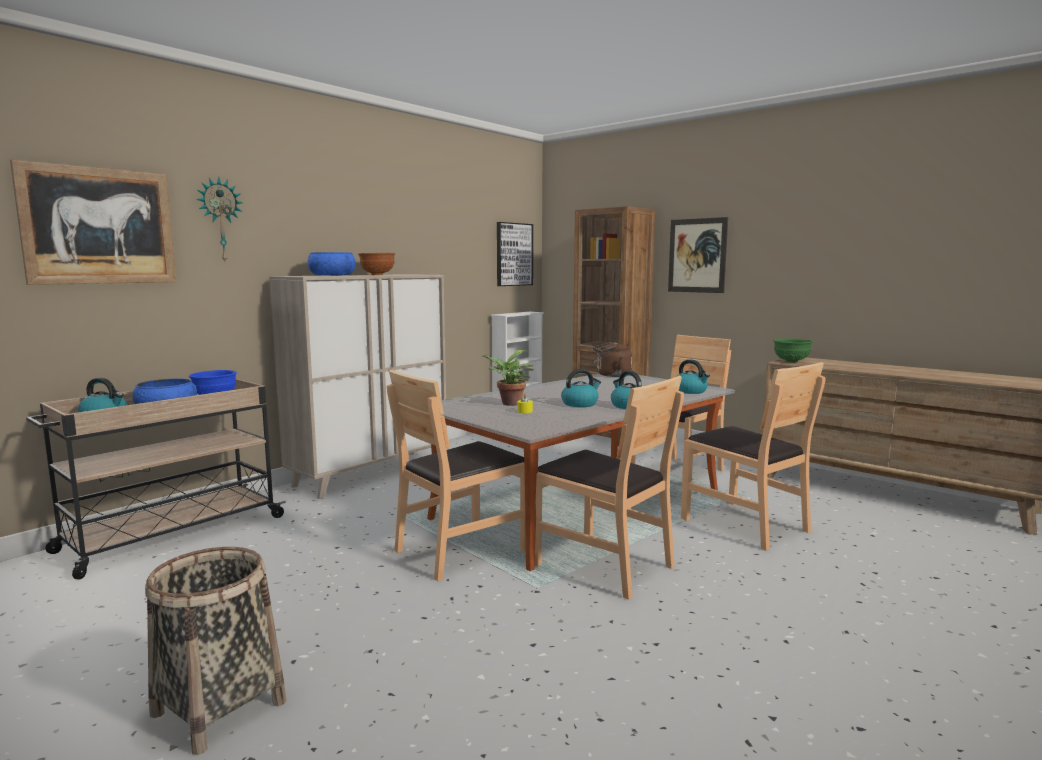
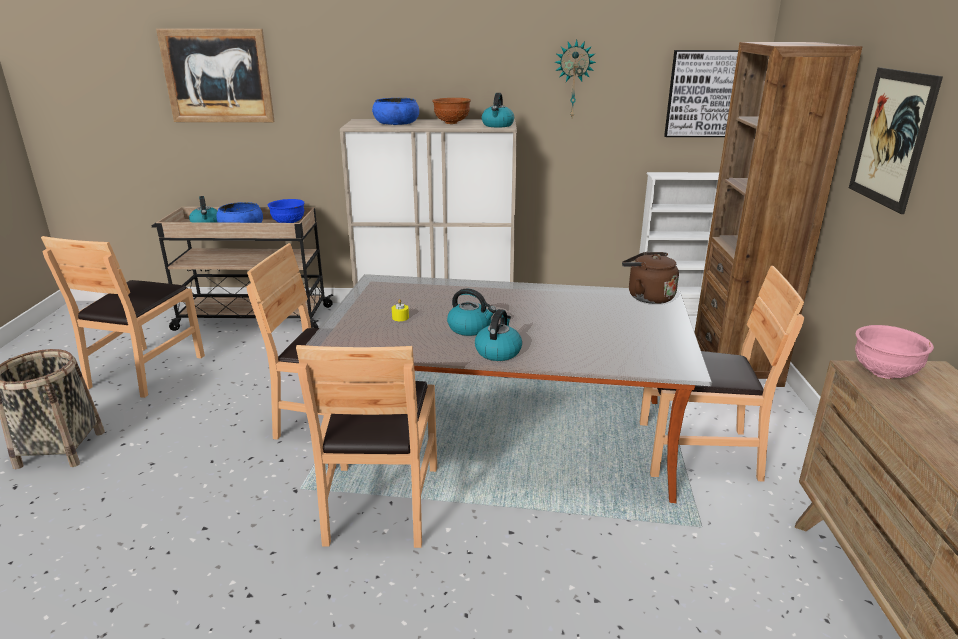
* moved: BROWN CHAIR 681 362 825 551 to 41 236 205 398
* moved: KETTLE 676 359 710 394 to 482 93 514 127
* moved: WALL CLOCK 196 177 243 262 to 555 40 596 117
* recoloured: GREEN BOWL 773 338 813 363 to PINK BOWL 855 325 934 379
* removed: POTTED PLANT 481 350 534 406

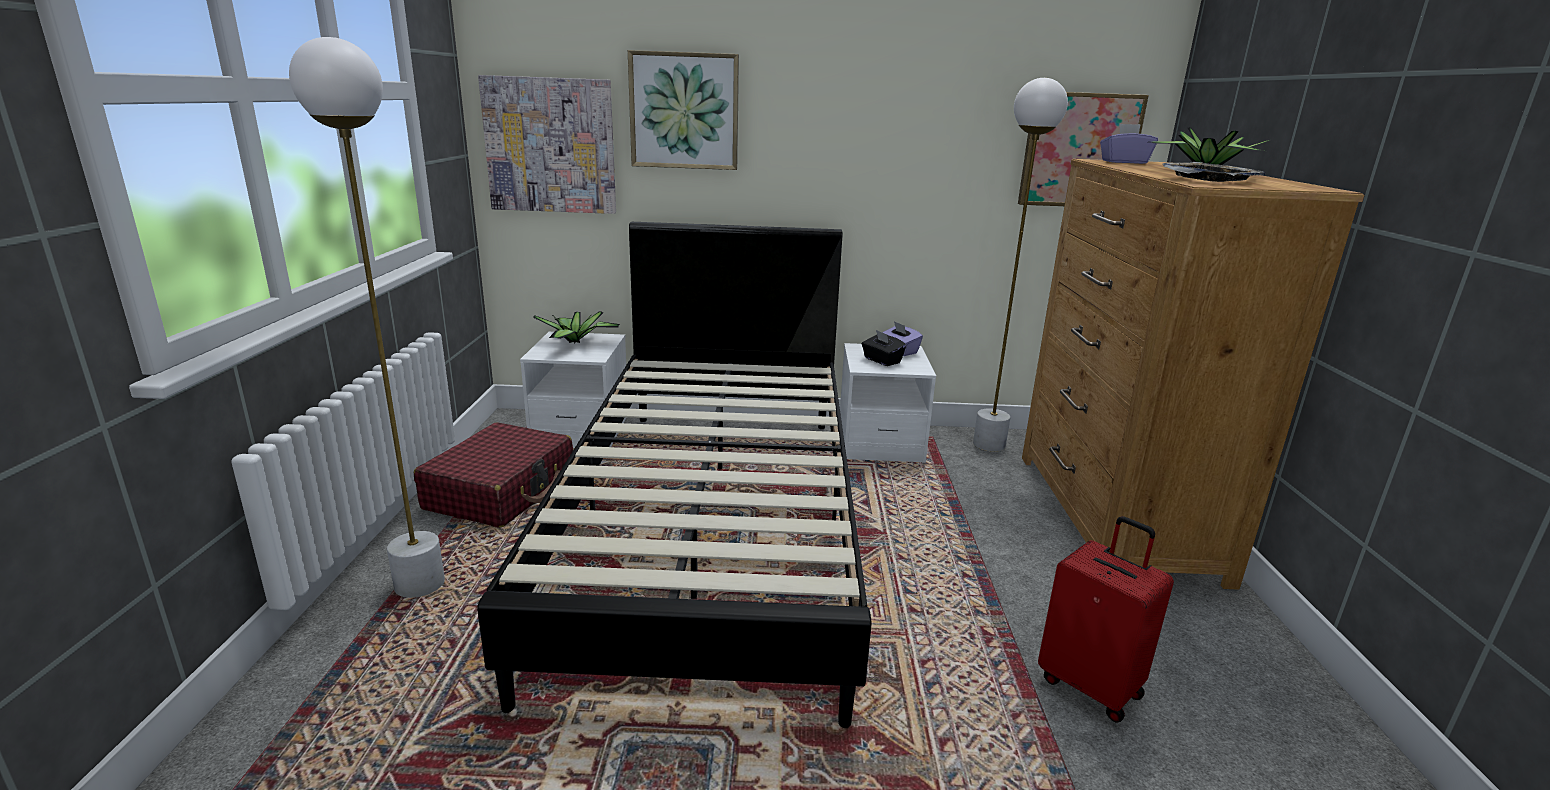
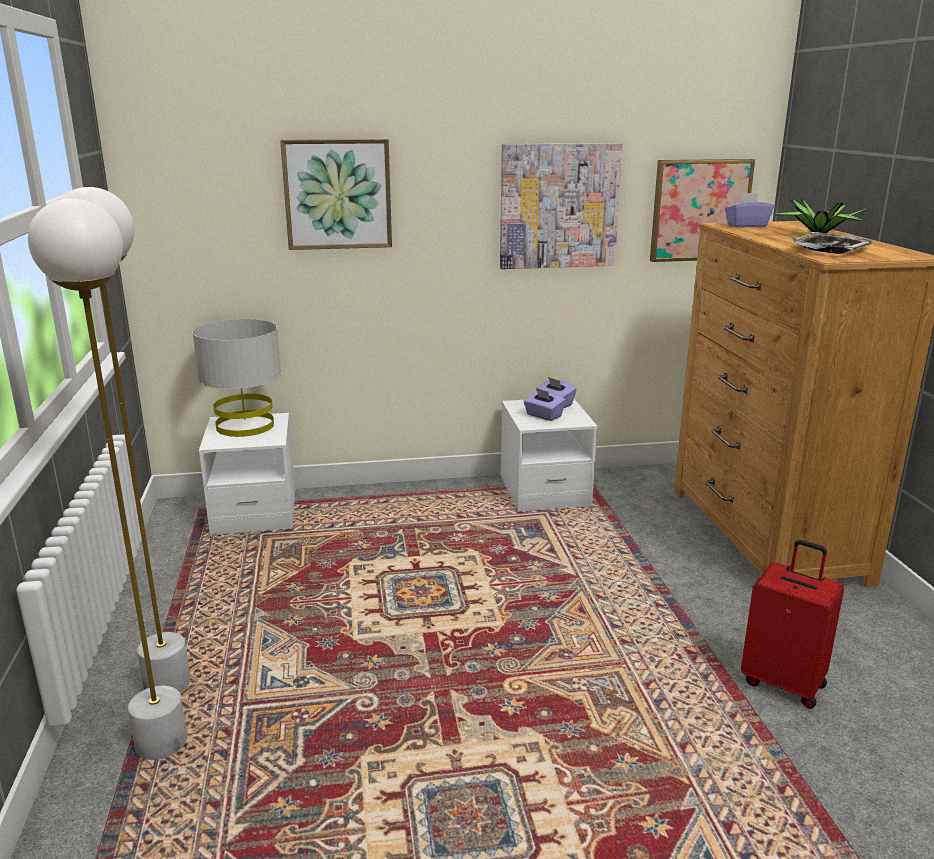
* moved: WHITE FLOOR LAMP 973 78 1068 452 to 28 198 187 760
* replaced: POTTED PLANT 533 311 620 343 to GREY TABLE LAMP 192 319 281 437
* moved: PICTURE 478 75 616 214 to 500 143 623 269
* recoloured: BLACK TISSUE BOX 862 330 906 366 to PURPLE TISSUE BOX 524 388 566 421
* removed: RED SUITCASE 414 422 573 528
* removed: BLACK BED 477 222 871 728

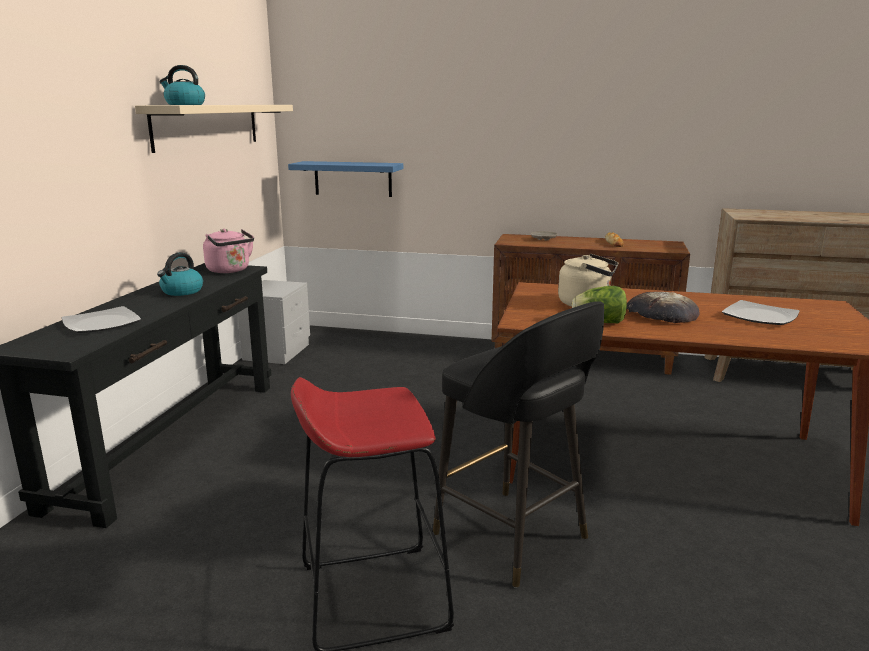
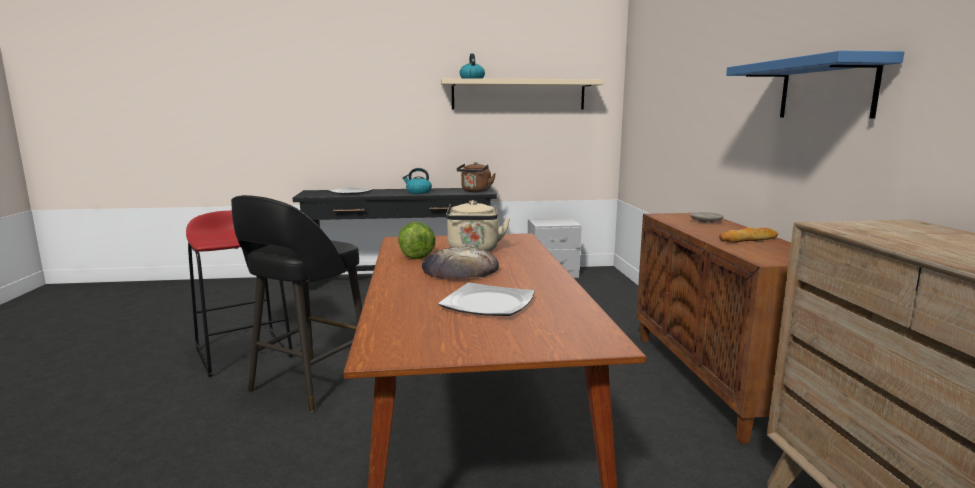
* recoloured: PINK KETTLE 203 229 254 273 to BROWN KETTLE 457 162 496 192
* moved: BLUE SHELF 288 161 403 197 to 726 51 904 119

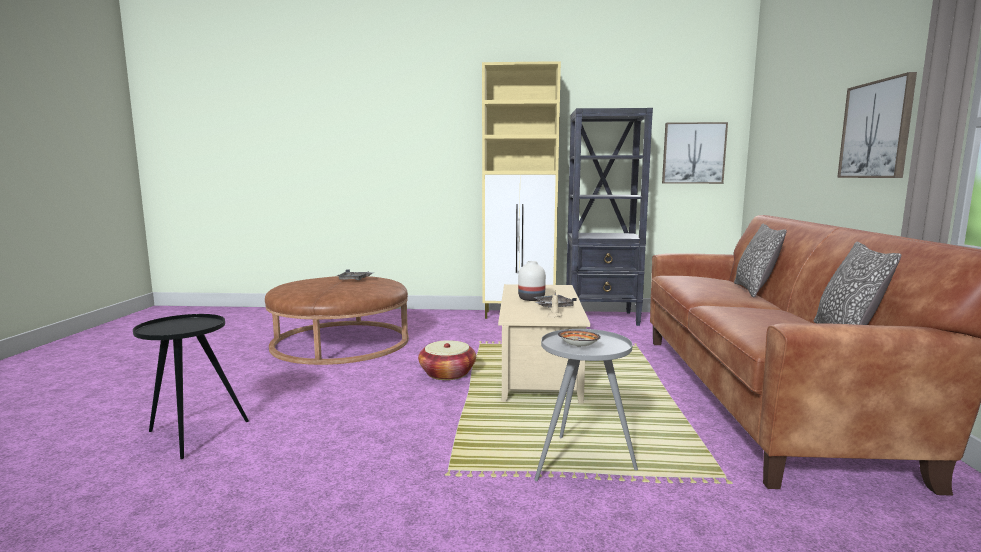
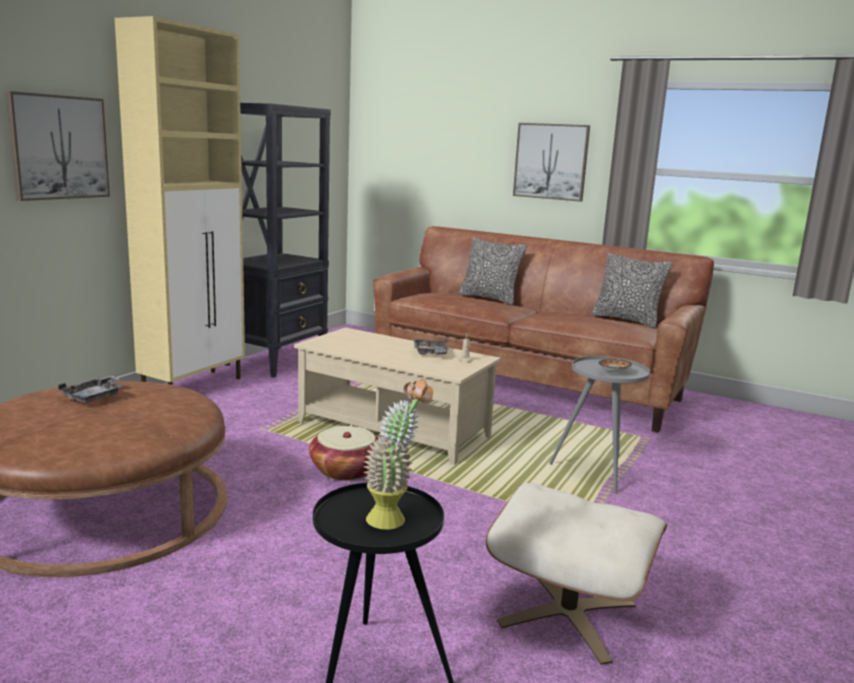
* moved: PICTURE 662 122 728 184 to 5 91 110 201
* added: POTTED PLANT 363 379 433 529
* added: BEIGE OTTOMAN 486 483 667 665
* removed: WHITE VASE 518 261 546 301

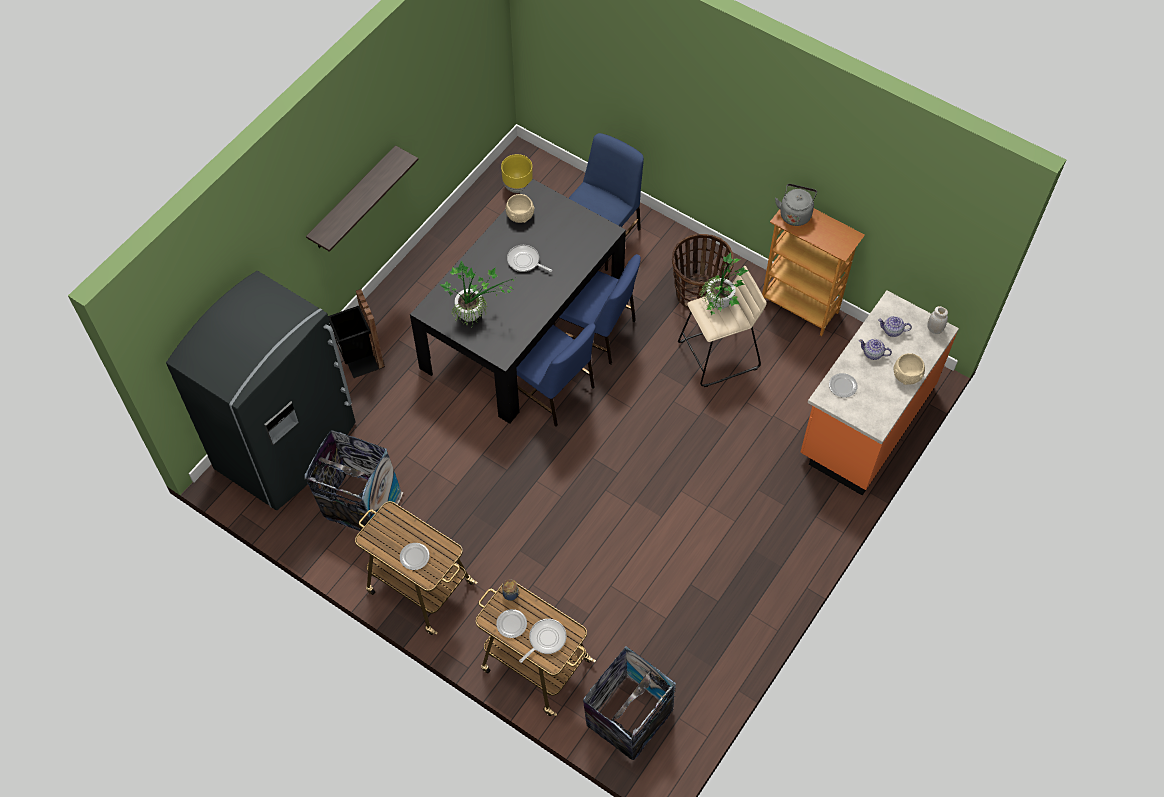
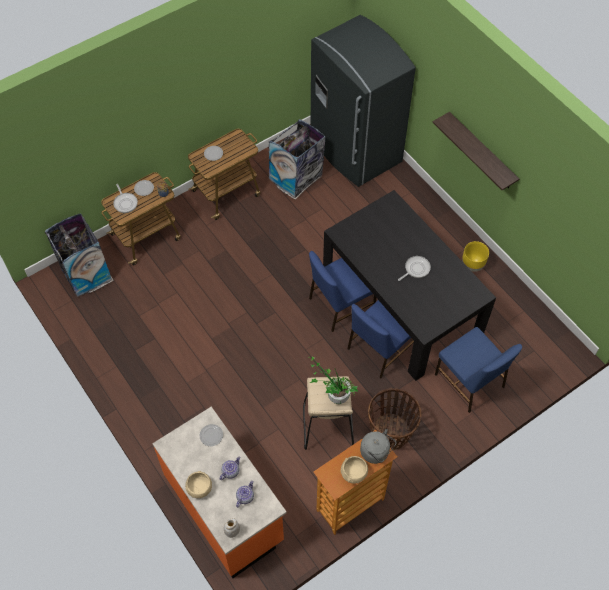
* moved: BEIGE BOWL 506 194 534 223 to 341 456 368 483
* moved: YELLOW PLANTER 501 154 533 193 to 462 241 489 272
* removed: BLACK TRASH CAN 328 289 385 378
* removed: POTTED PLANT 440 260 517 328

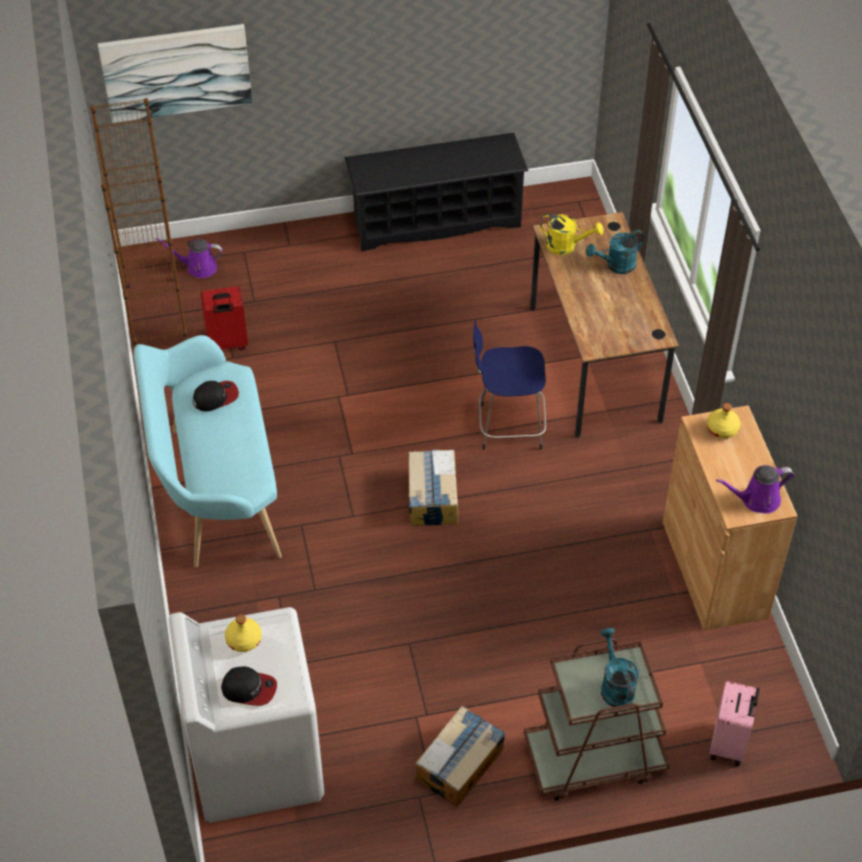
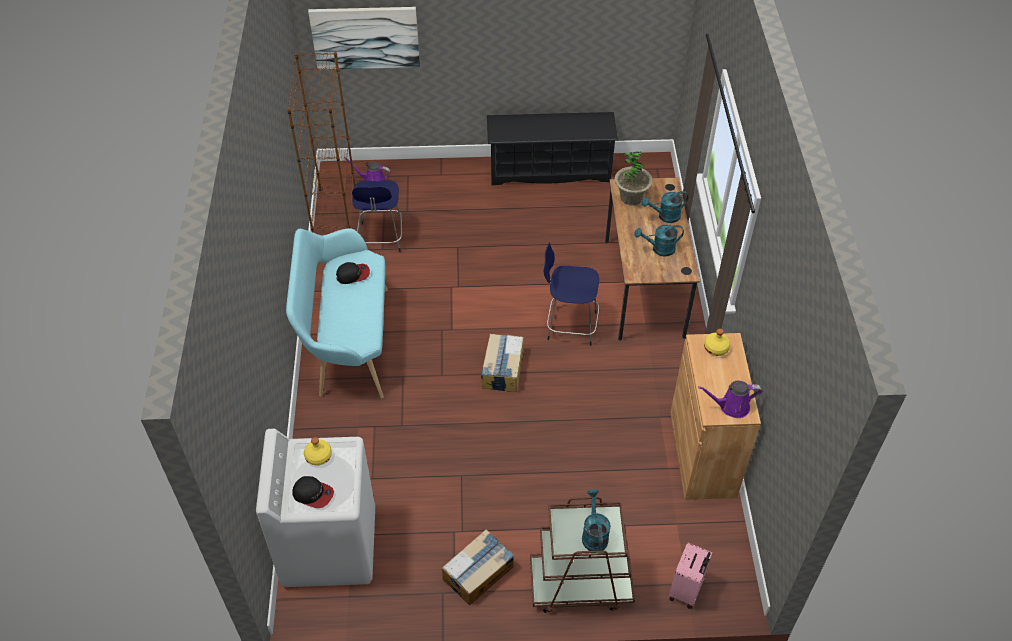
* replaced: RED SUITCASE 201 286 248 350 to BLUE STOOL 352 180 402 252
* replaced: YELLOW WATERING CAN 540 214 603 255 to POTTED PLANT 614 151 653 205
* added: TURQUOISE WATERING CAN 635 225 684 257

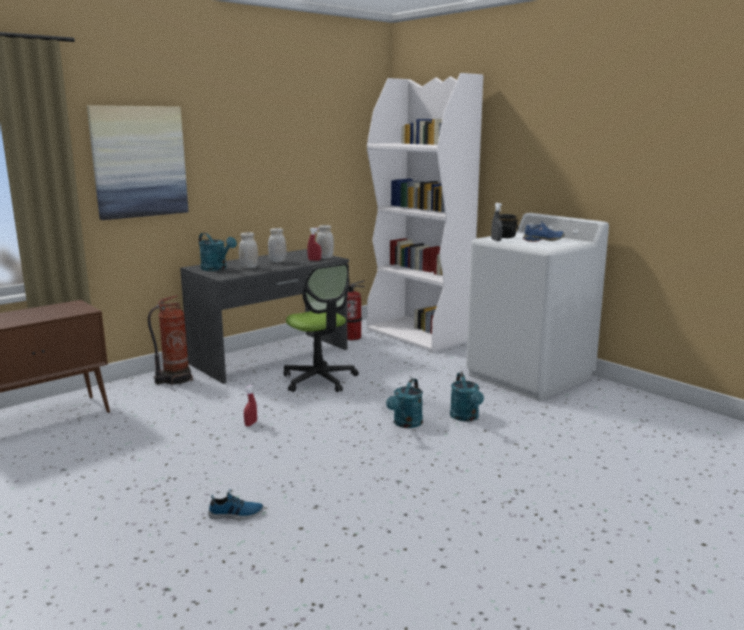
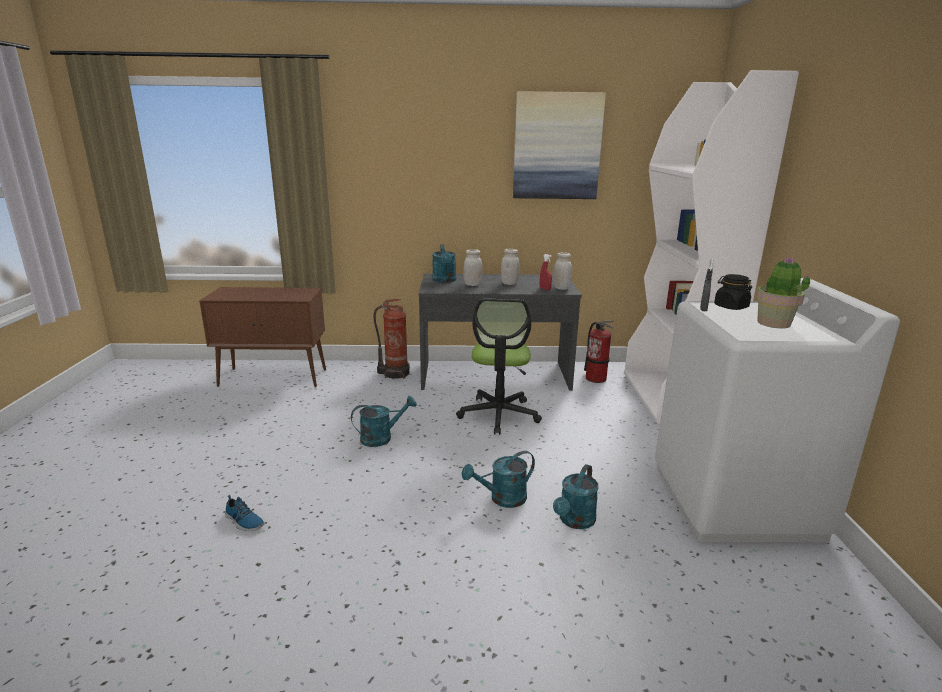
* replaced: RED SPRAY BOTTLE 244 385 257 426 to TURQUOISE WATERING CAN 351 396 417 447
* moved: PICTURE 87 105 188 220 to 513 91 606 199
* replaced: BLUE SHOE 523 221 565 242 to POTTED PLANT 756 257 810 329

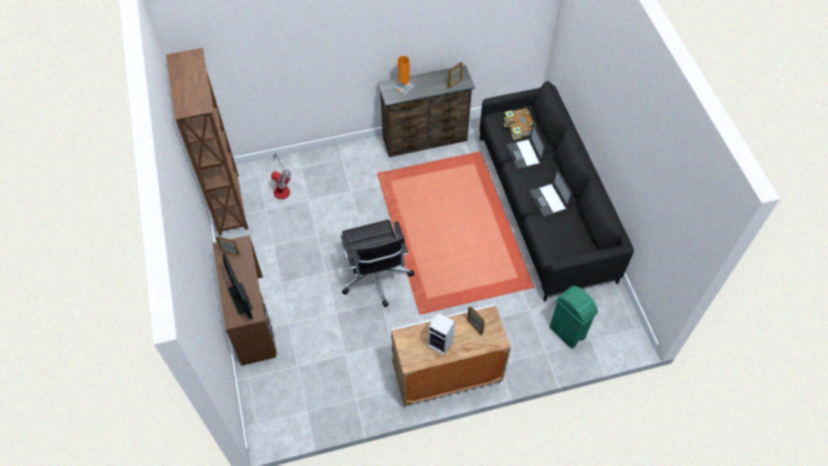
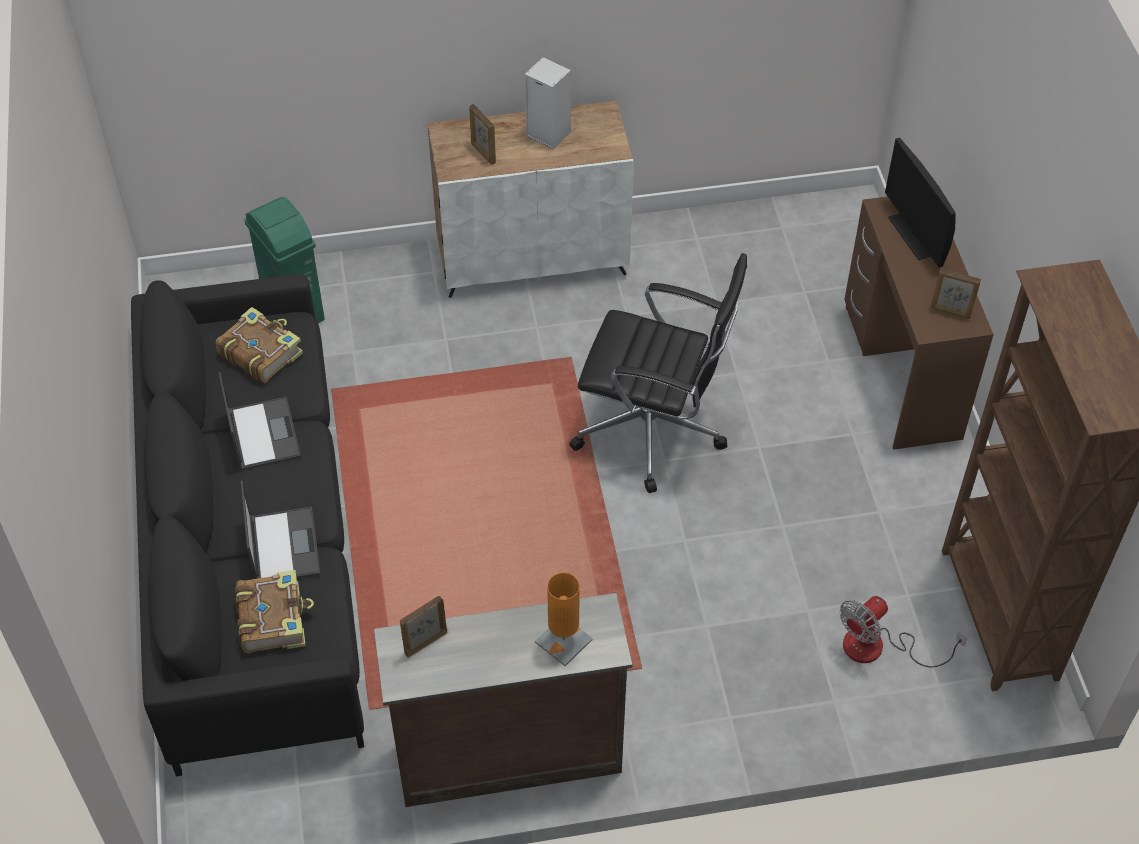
* added: BOOK 216 307 303 383
* turned: BLACK OFFICE CHAIR 341 220 414 307 = 569 253 747 493 120 degrees clockwise
* turned: FAN 271 152 291 199 = 840 596 967 668 75 degrees counterclockwise

